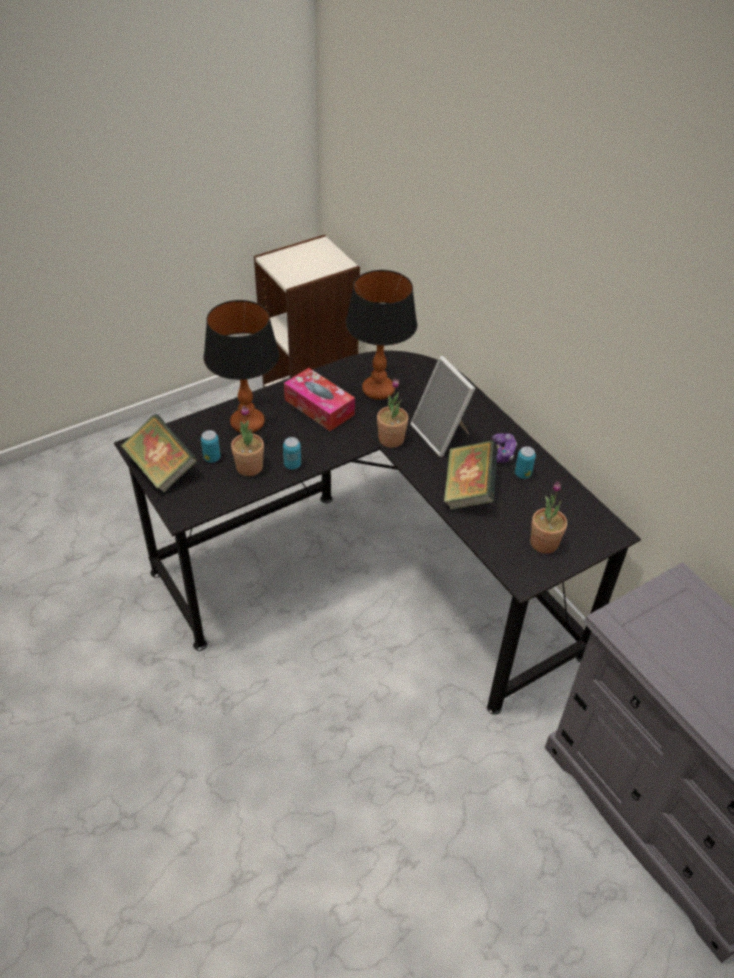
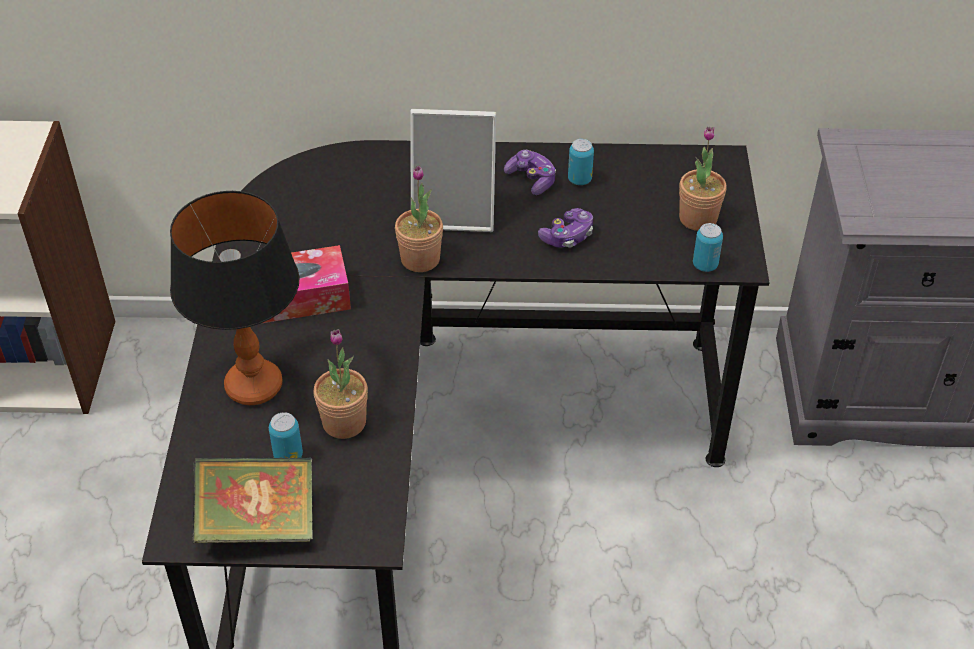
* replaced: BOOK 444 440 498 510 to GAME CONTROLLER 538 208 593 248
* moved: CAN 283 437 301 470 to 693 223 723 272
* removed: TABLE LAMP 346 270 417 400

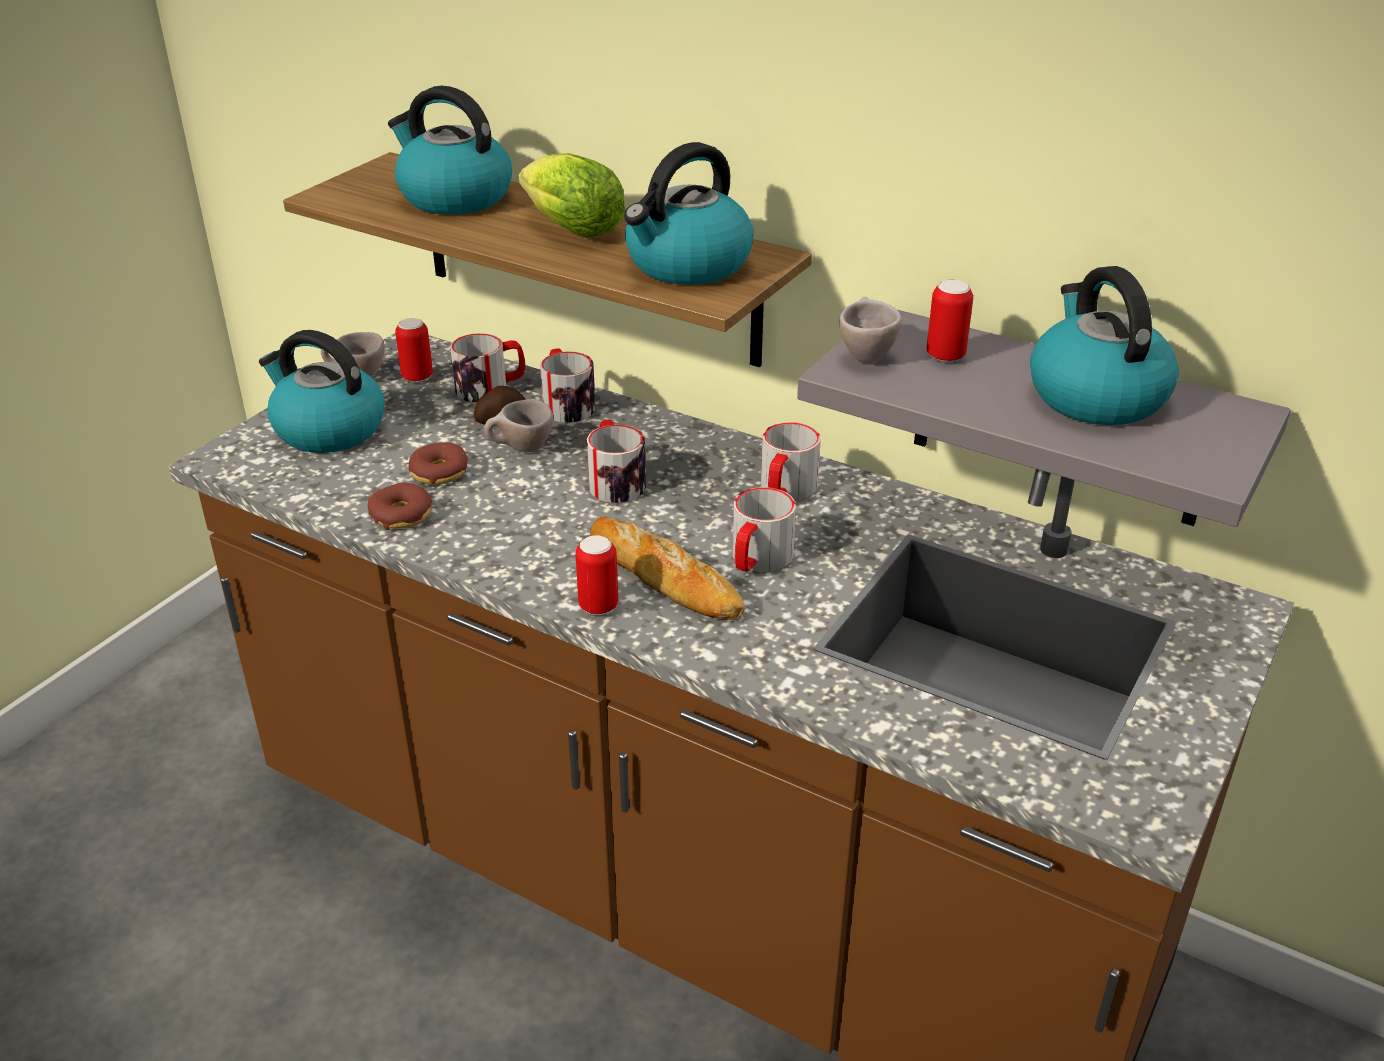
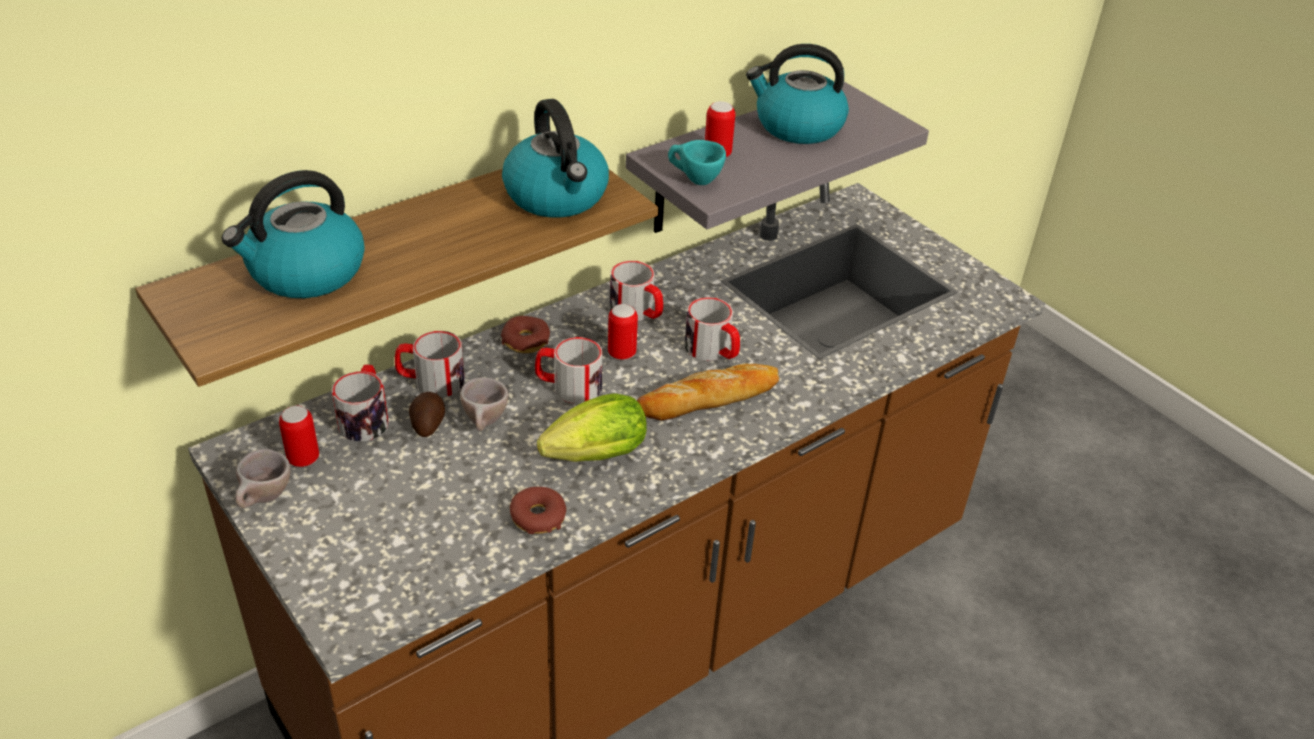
* moved: DONUT 408 442 468 485 to 501 316 550 353
* moved: LETTUCE 519 153 625 238 to 537 393 647 462
* moved: CAN 576 535 618 615 to 608 304 638 360
* recoloured: BEIGE CUP 839 297 902 363 to TURQUOISE CUP 668 140 726 185
* removed: KETTLE 259 330 384 453

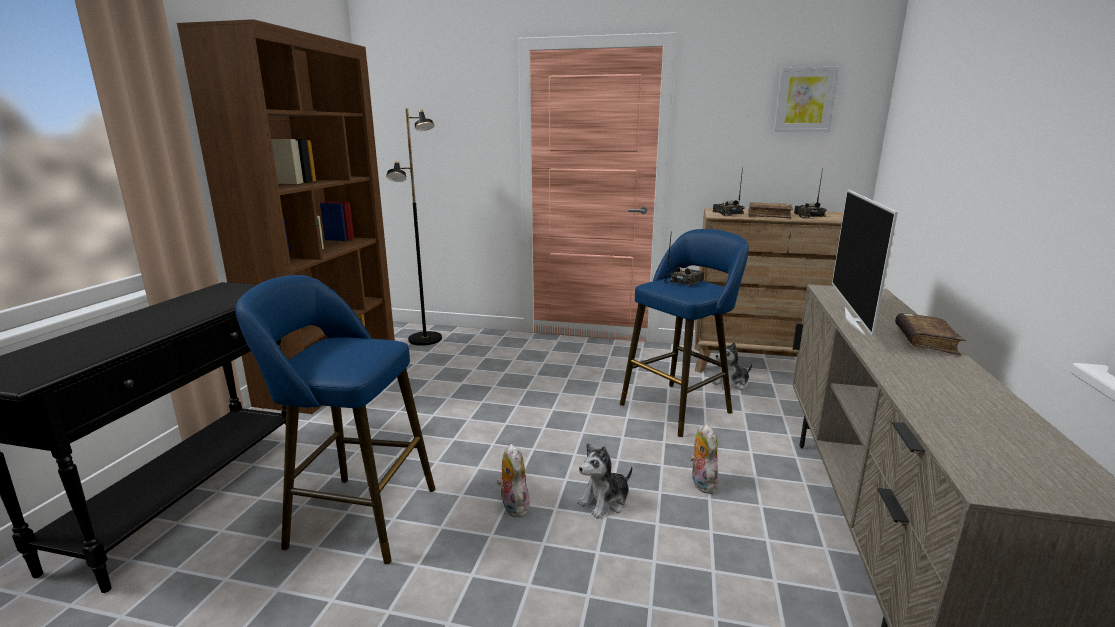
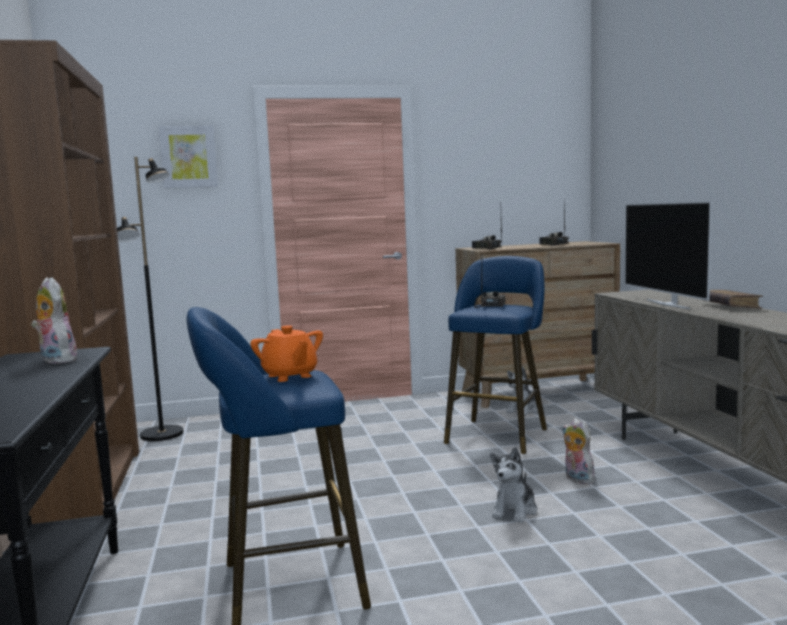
* moved: PLUSH TOY 497 444 529 517 to 31 277 78 364
* moved: PICTURE 774 67 839 132 to 158 126 218 189
* added: ORANGE TEAPOT 250 325 323 382
* removed: BROWN BOOK 748 202 793 219

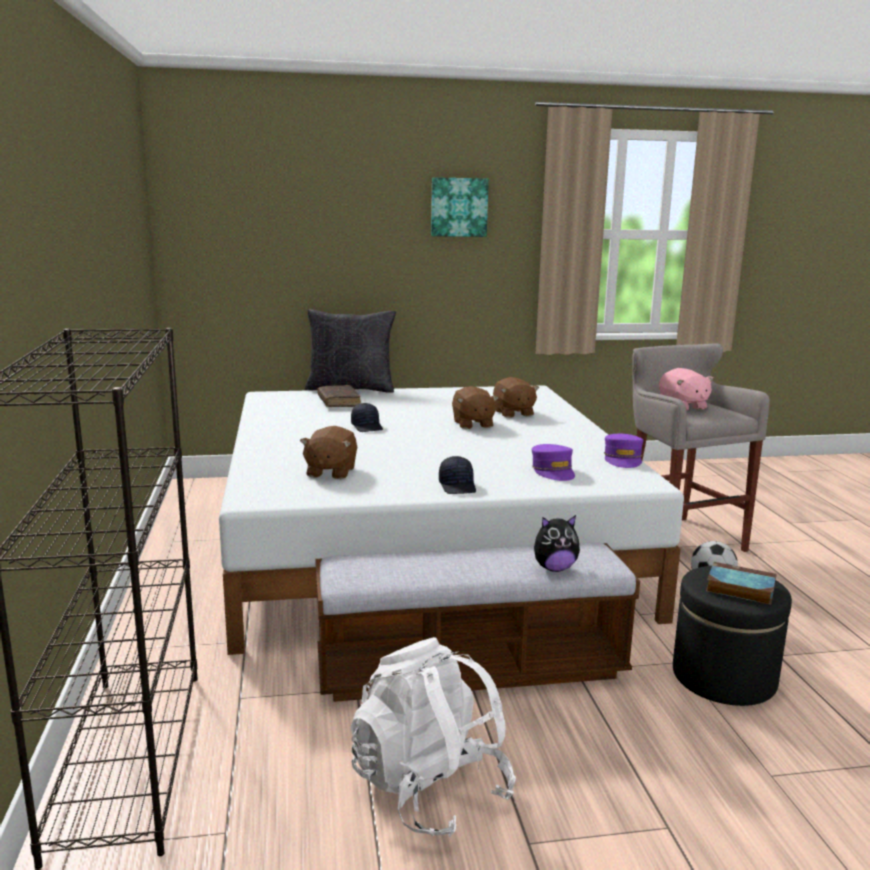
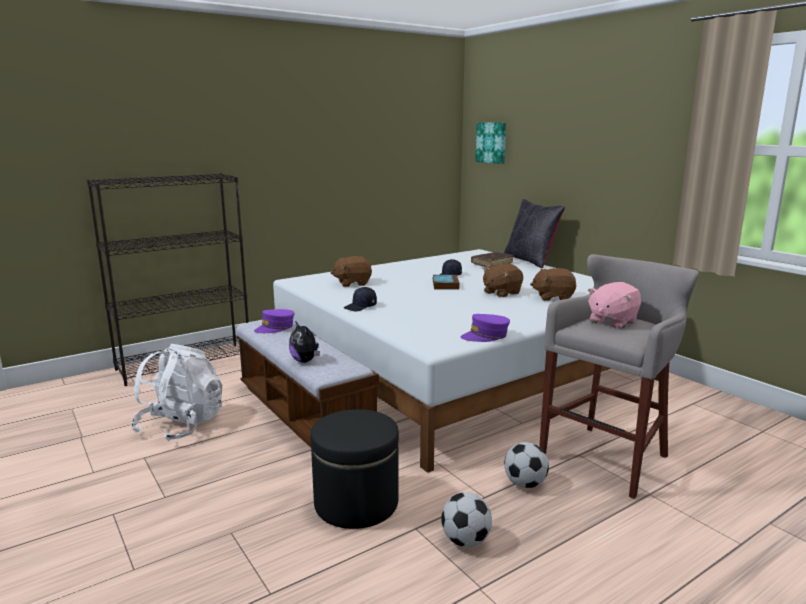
* moved: PURPLE CAP 532 444 575 481 to 254 309 295 333
* moved: BOOK 706 562 777 605 to 433 275 460 290
* added: FOOTBALL 441 492 492 547
* moved: PICTURE 431 177 489 237 to 475 123 506 164
* turned: BROWN PLUSH TOY 493 377 539 418 = 530 268 576 301 45 degrees clockwise

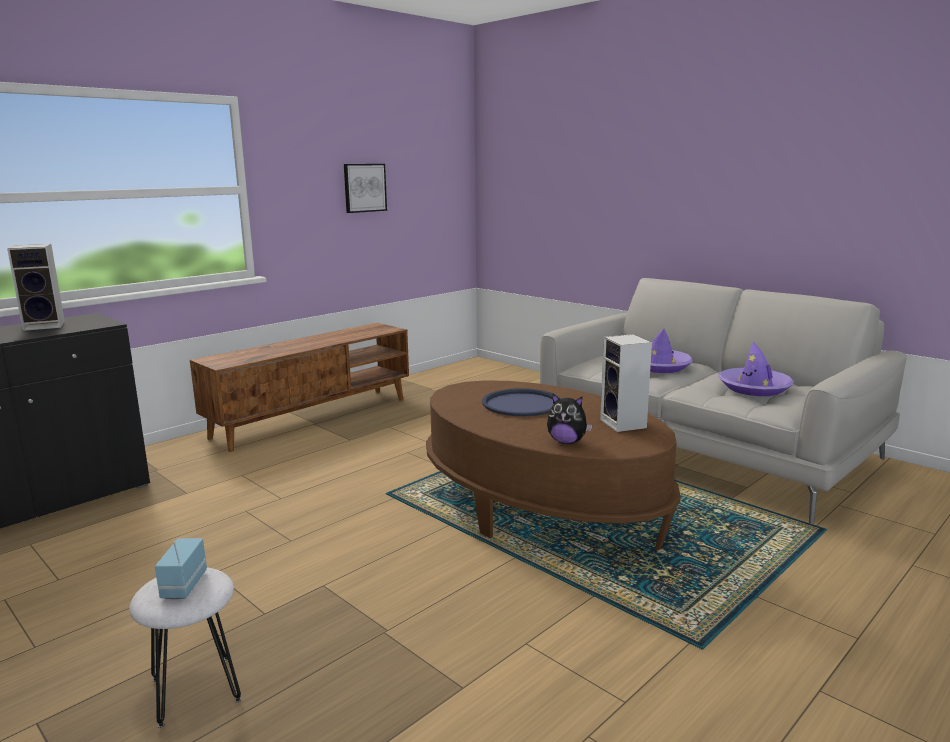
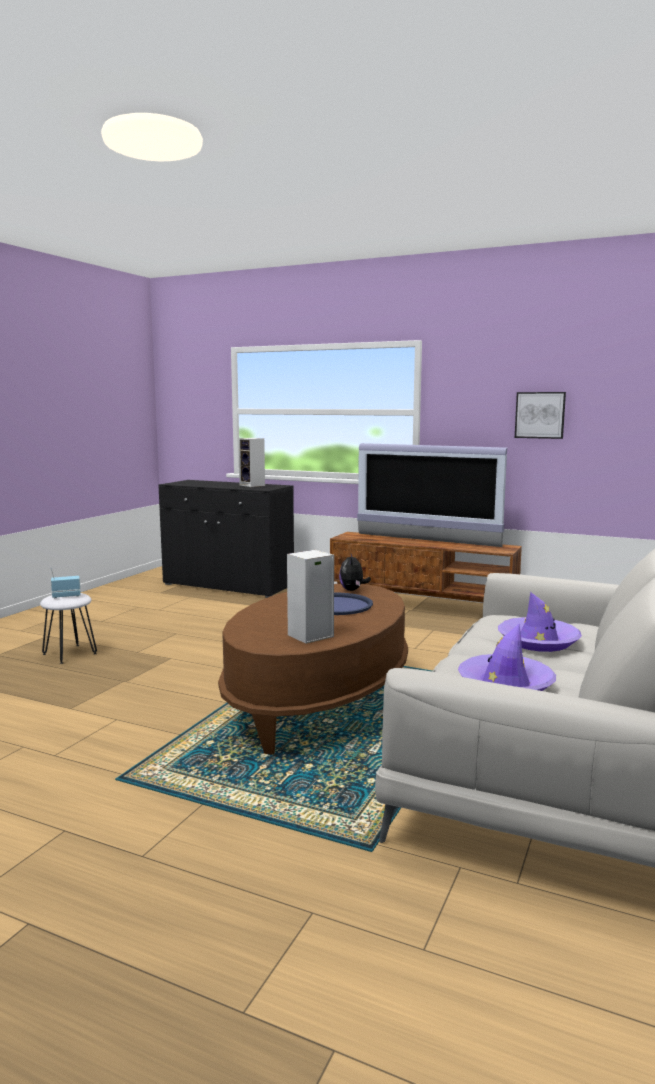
* moved: PLUSH TOY 547 394 593 444 to 339 552 371 591
* added: TELEVISION 357 443 507 547

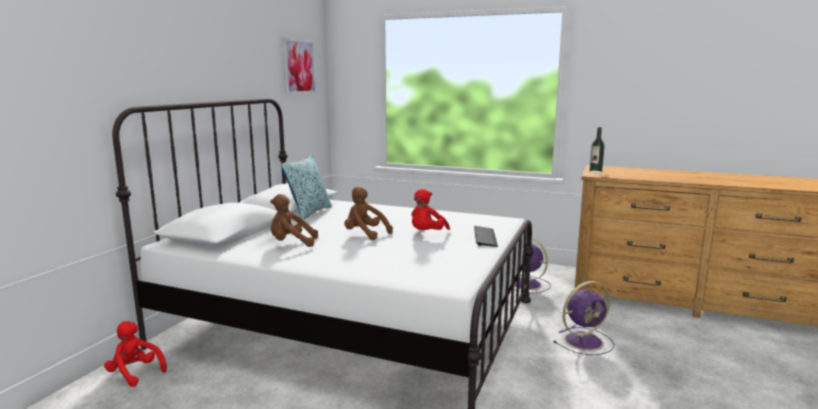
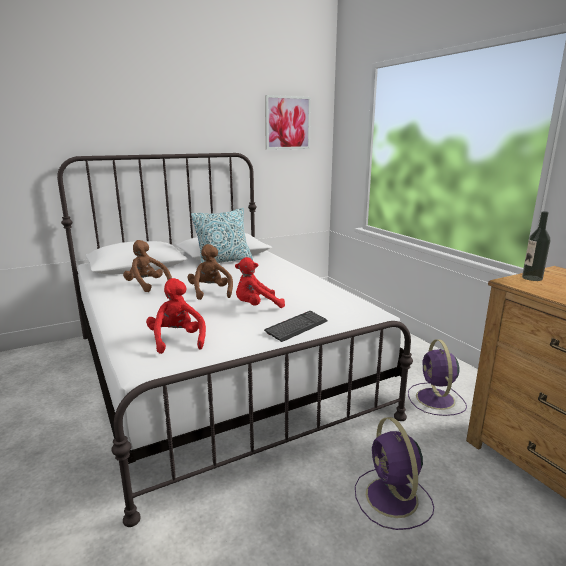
* moved: RED PLUSH TOY 104 321 167 387 to 146 278 206 354
* turned: PURPLE FAN 553 281 615 355 = 355 417 434 530 60 degrees clockwise

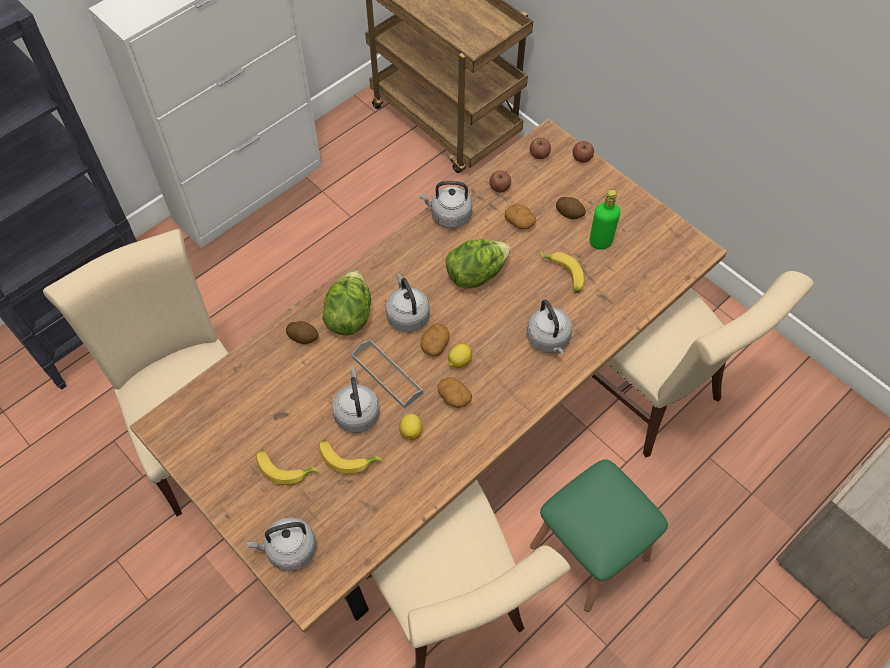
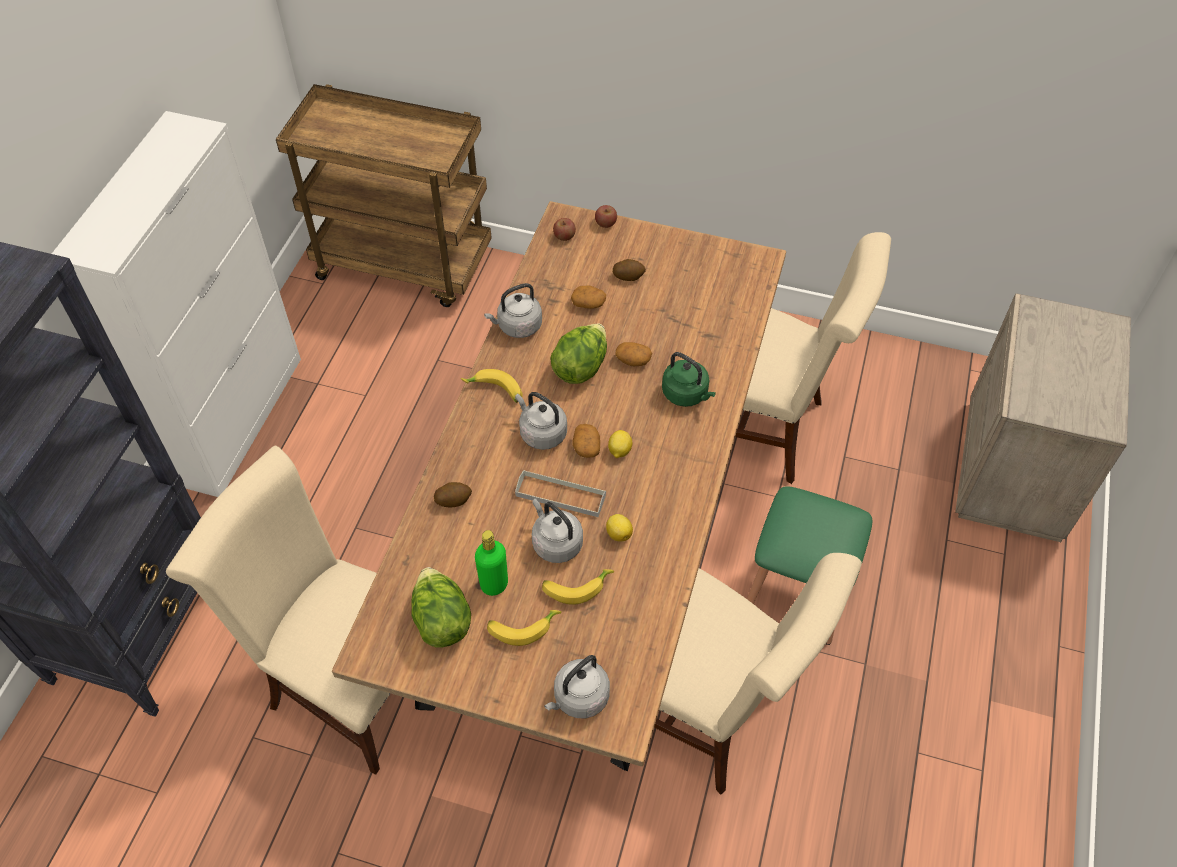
* moved: LETTUCE 322 271 371 335 to 411 567 471 648
* moved: BANANA 539 251 584 293 to 461 369 523 403
* moved: GREEN BOTTLE 590 190 620 250 to 475 530 508 596
* moved: POTATO 438 377 472 408 to 615 342 652 366
* recoloured: GREY KETTLE 527 300 572 354 to GREEN KETTLE 662 352 716 407
* removed: APPLE 489 170 511 192

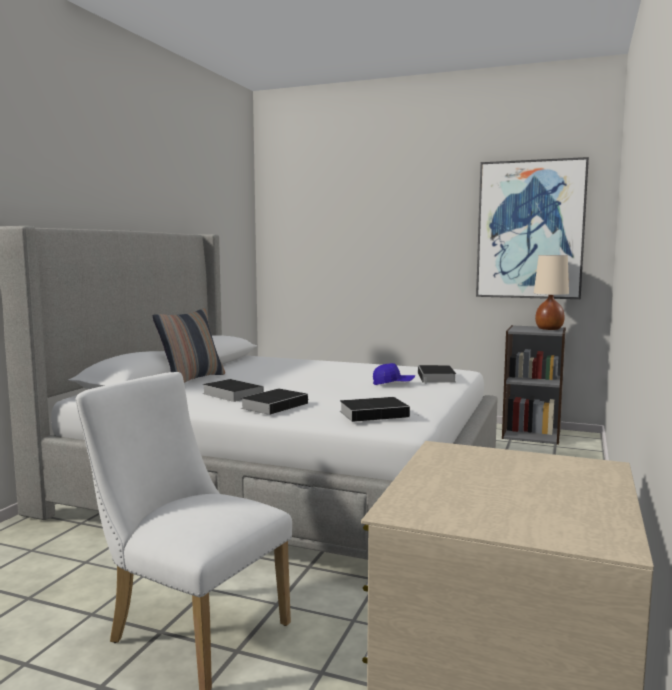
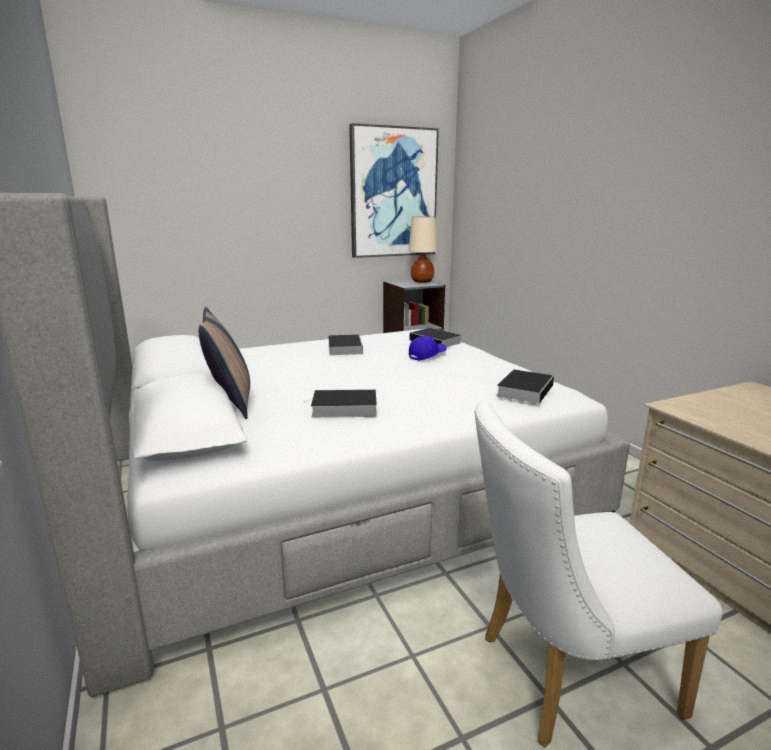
* moved: BOOK 241 389 308 415 to 328 335 363 355

